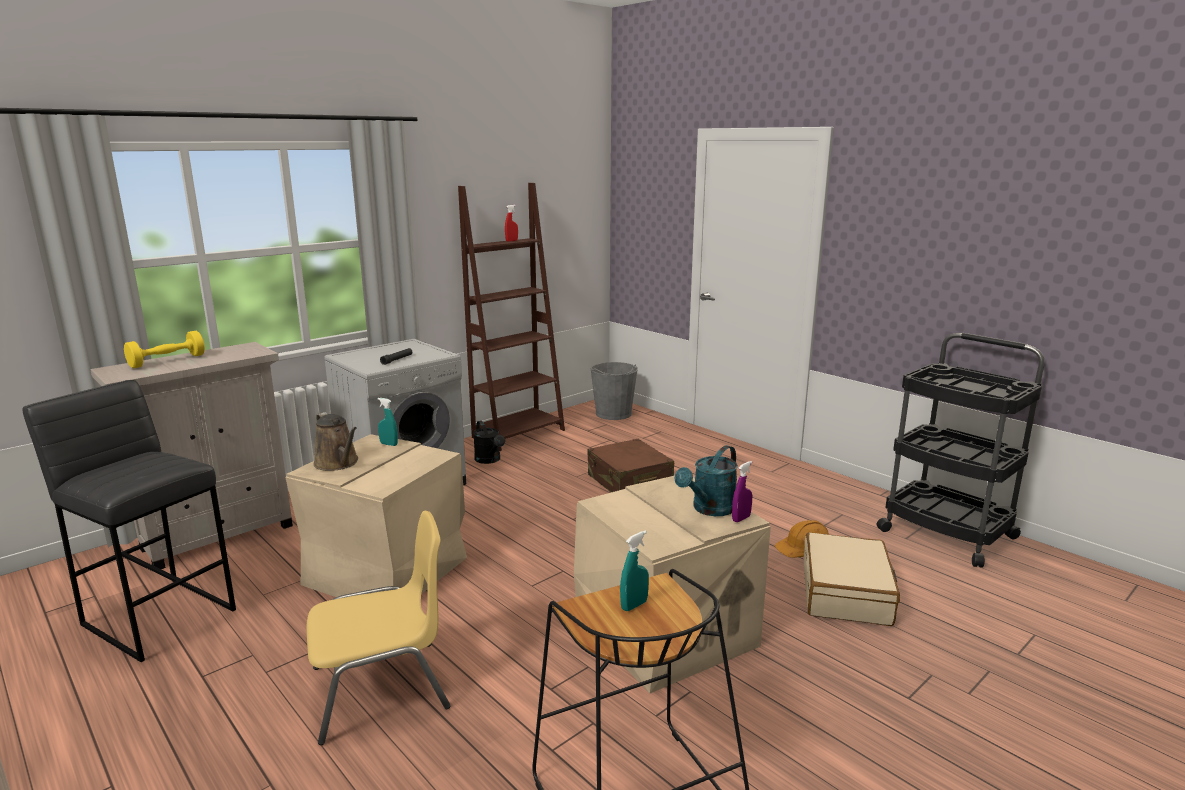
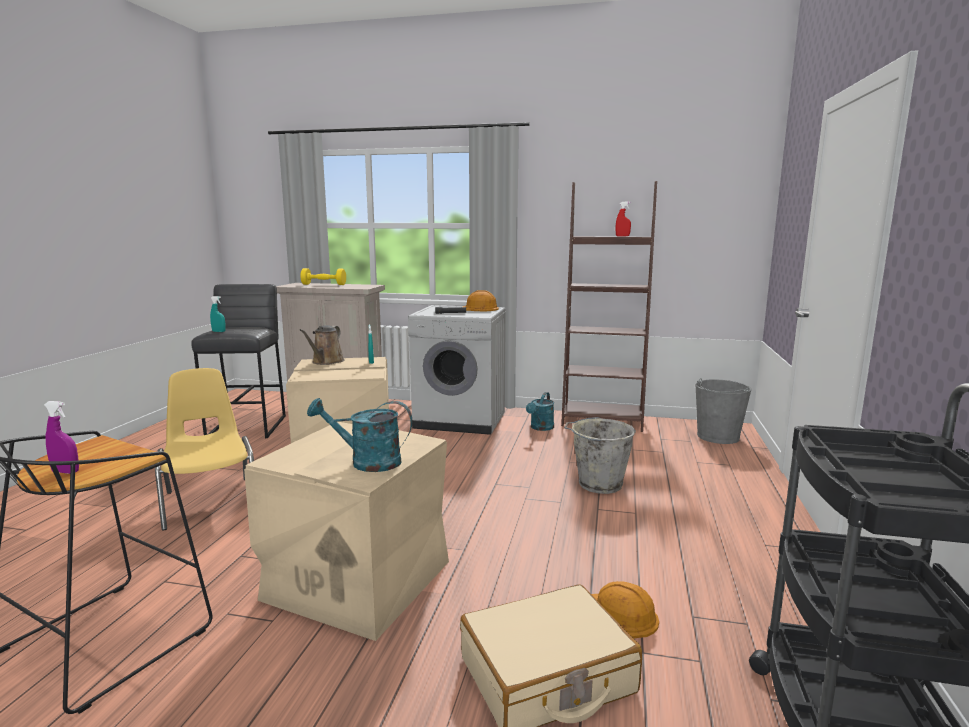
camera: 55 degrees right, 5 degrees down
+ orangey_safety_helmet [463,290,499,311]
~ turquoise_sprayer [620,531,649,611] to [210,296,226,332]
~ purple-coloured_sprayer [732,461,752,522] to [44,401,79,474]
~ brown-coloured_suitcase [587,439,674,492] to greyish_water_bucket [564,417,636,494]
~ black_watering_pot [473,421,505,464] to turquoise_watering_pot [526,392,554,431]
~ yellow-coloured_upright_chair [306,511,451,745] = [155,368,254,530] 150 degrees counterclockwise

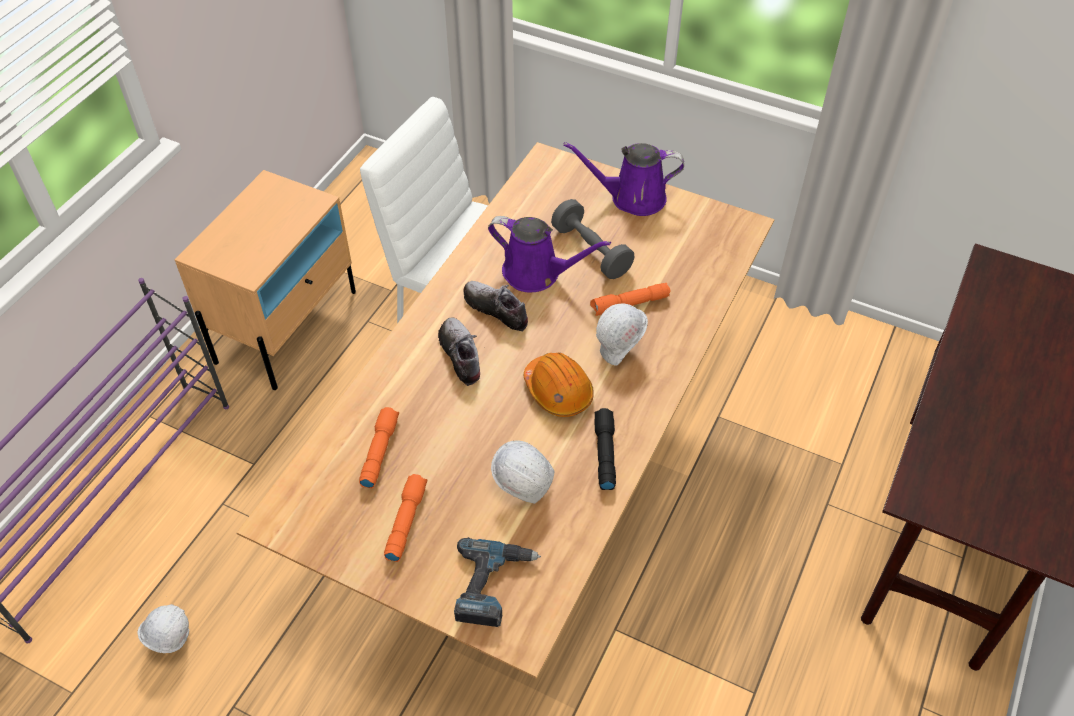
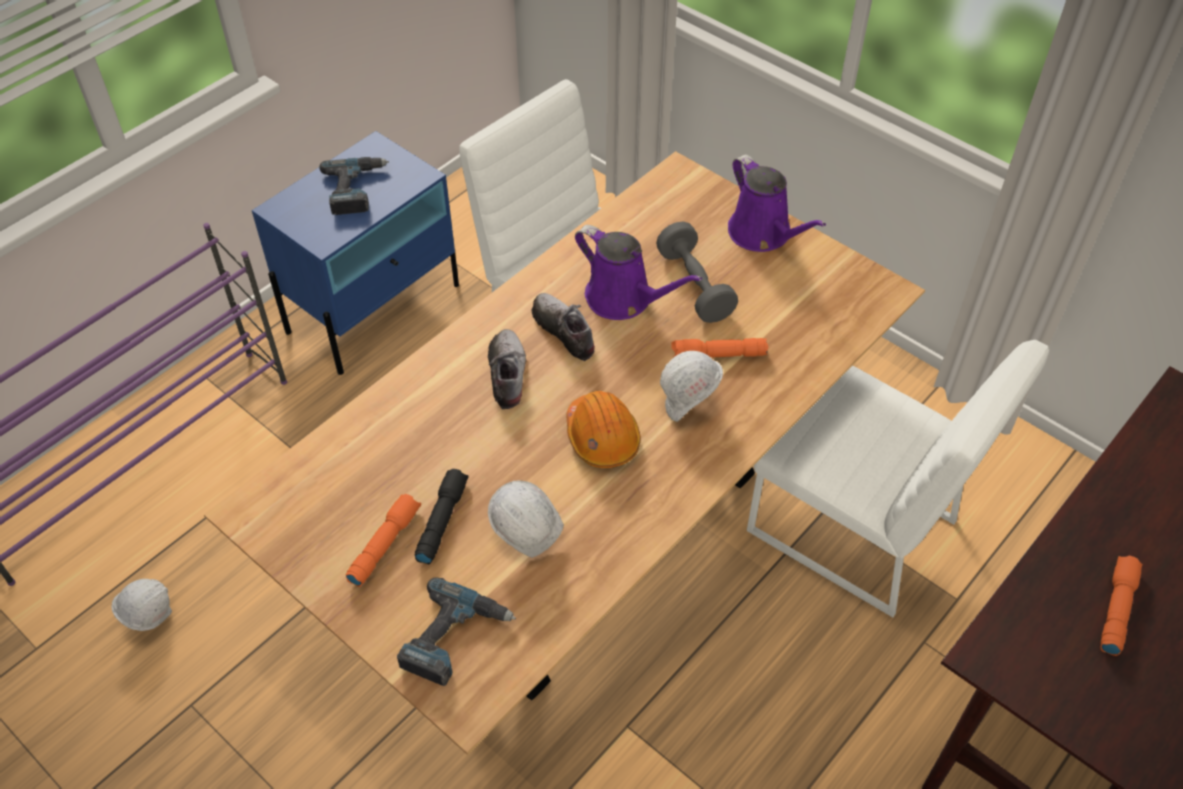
camera: 15 degrees right, 0 degrees up
+ electric_drill [319,157,389,215]
+ whitish_upright_chair [747,340,1049,617]
~ orangey_flashlight [359,407,399,488] to [1100,556,1142,656]
~ black_flashlight [594,408,616,490] to [415,469,468,564]
~ beige_nightstand [175,170,356,390] to bluish_nightstand [252,131,459,375]
~ purple-coloured_watering_pot [563,142,684,216] = [728,155,826,252] 135 degrees counterclockwise

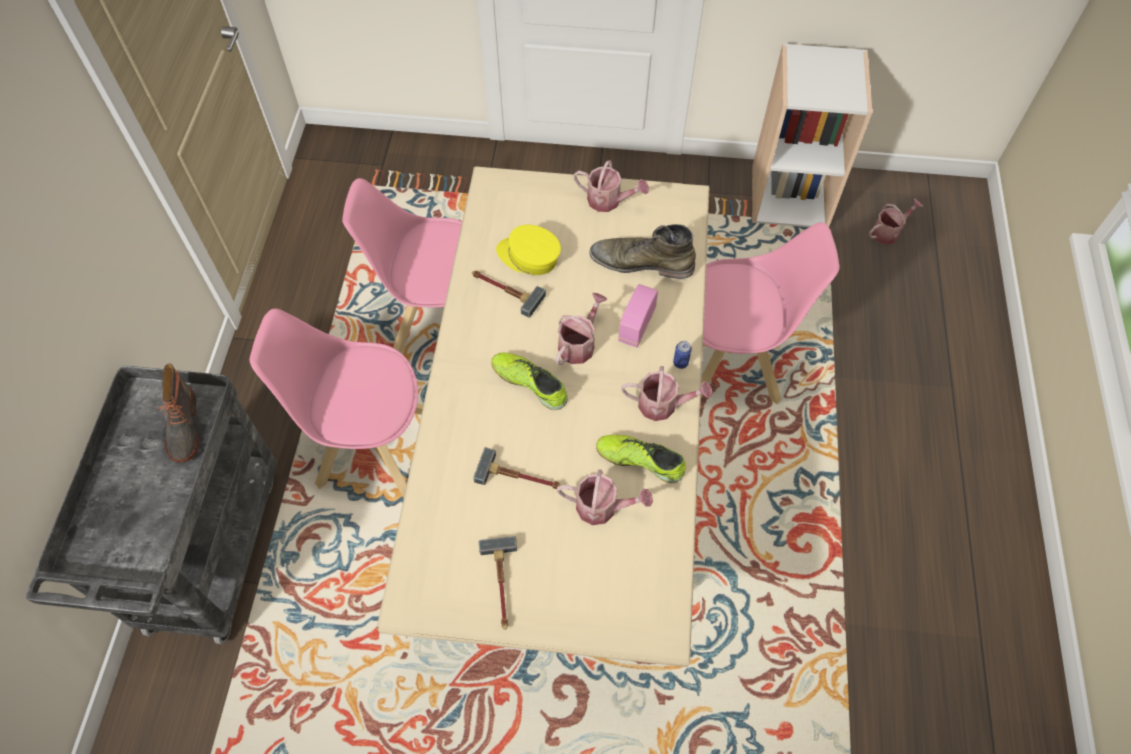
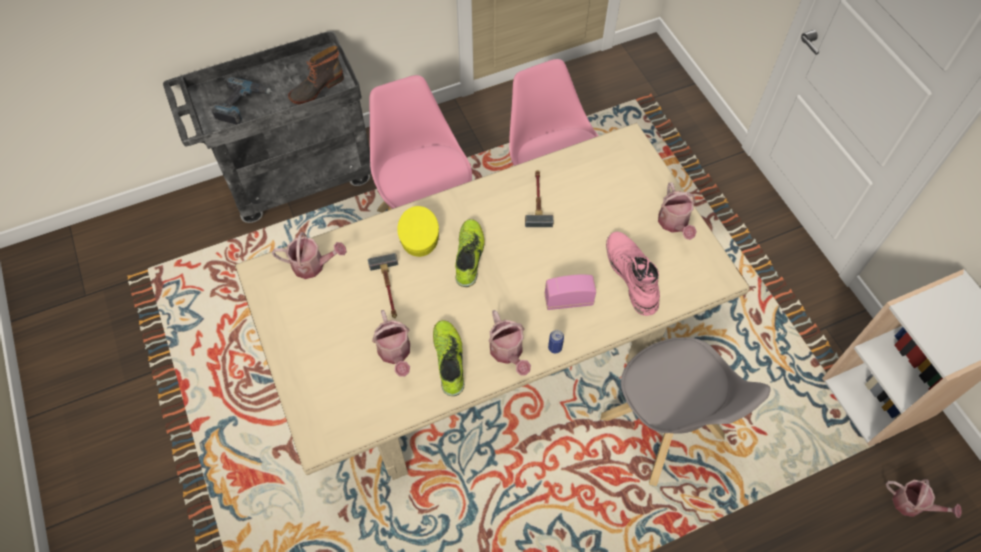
camera: 60 degrees right, 0 degrees up
- hand_hammer [479,536,517,630]
+ electric_drill [212,77,273,125]
~ yellow-coloured_baseball_cap [496,225,561,275] to [397,206,439,257]
~ watering_pot [556,293,607,365] to [272,232,347,279]
~ green_tall_boot [590,224,696,279] to pink_tall_boot [606,232,660,316]
~ pink_upright_chair [701,222,840,404] to greyish_upright_chair [600,337,771,486]

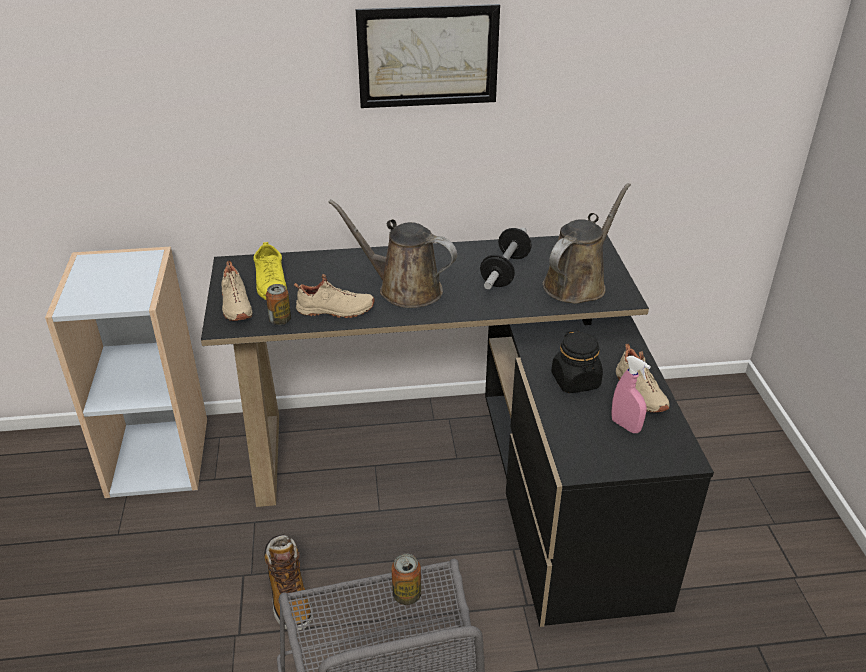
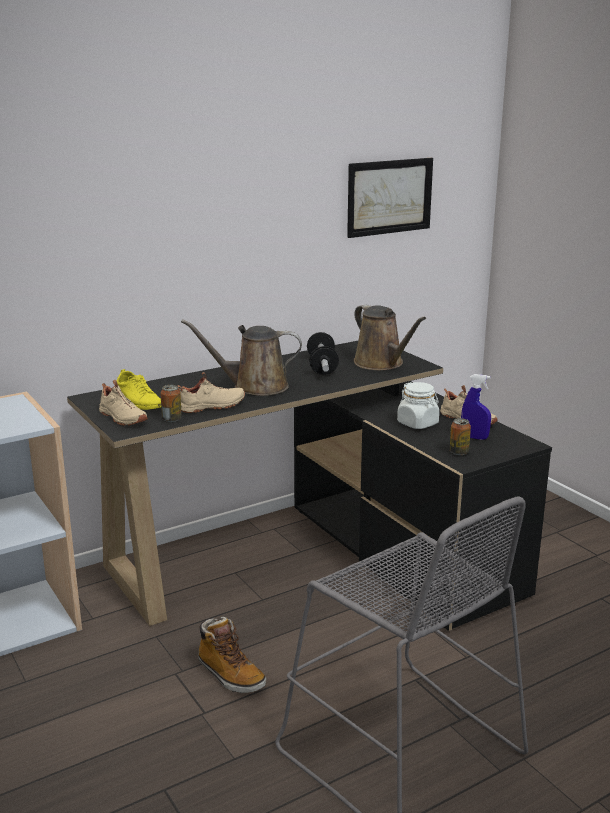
camera: 25 degrees left, 15 degrees down
~ wall_art [356,4,500,108] to [347,158,433,238]
~ sealed_can [391,554,421,605] to [450,418,471,455]
~ black_storage_jar [551,330,603,393] to whitish_storage_jar [397,382,439,429]
~ pink_sprayer [611,356,651,433] to bluish_sprayer [461,374,491,440]
~ brown-coloured_watering_pot [543,183,631,303] = [354,304,426,370] 135 degrees clockwise

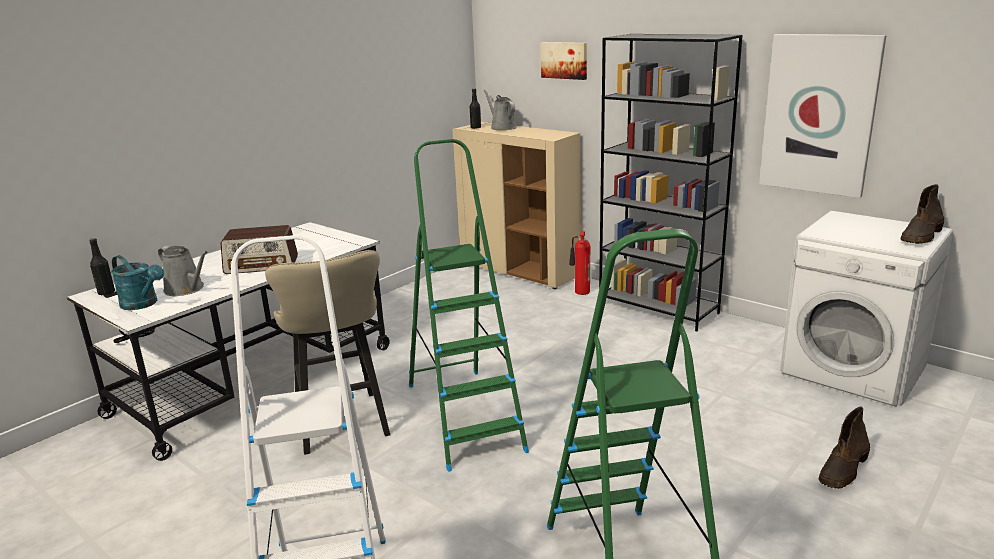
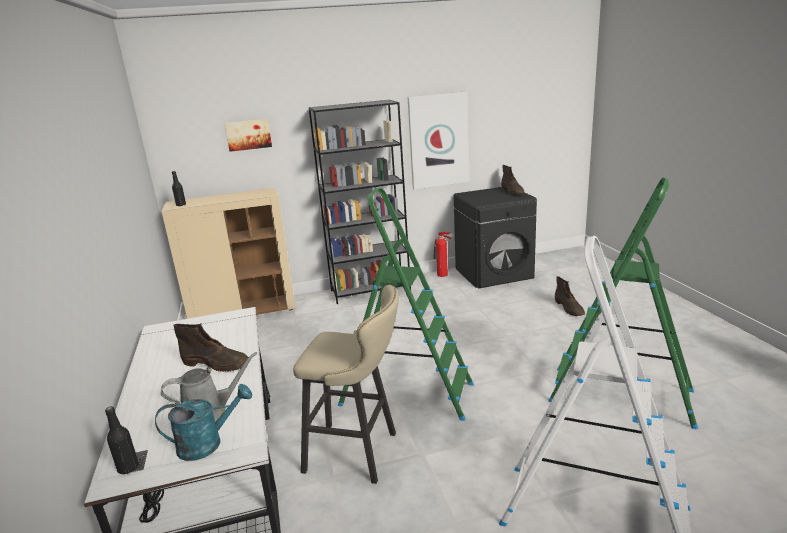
camera: 55 degrees left, 0 degrees up
- greyish_watering_pot [484,90,517,130]
~ extinguisher [569,231,590,295] to [433,232,451,277]
~ radio [221,225,298,274] to brown-coloured_tall_boot [173,323,248,372]
~ whitish_laundry_machine [780,211,953,407] to black_laundry_machine [454,187,537,288]

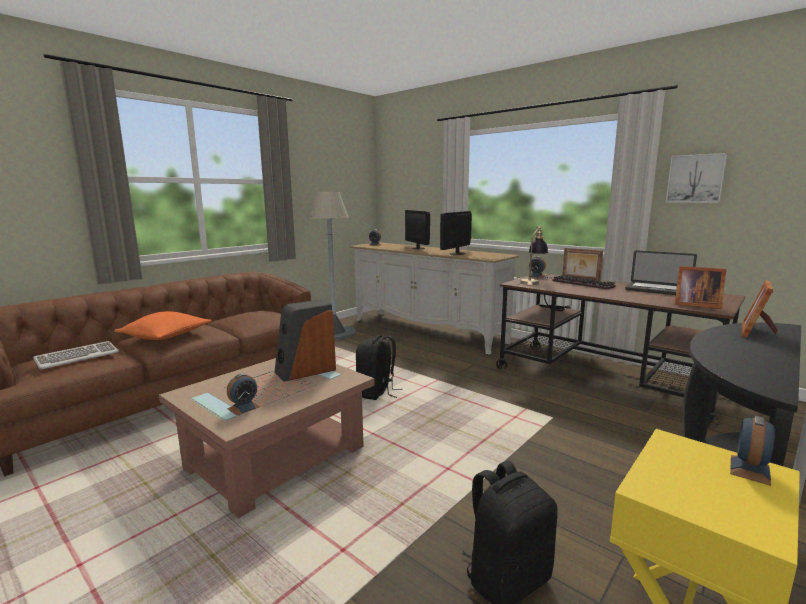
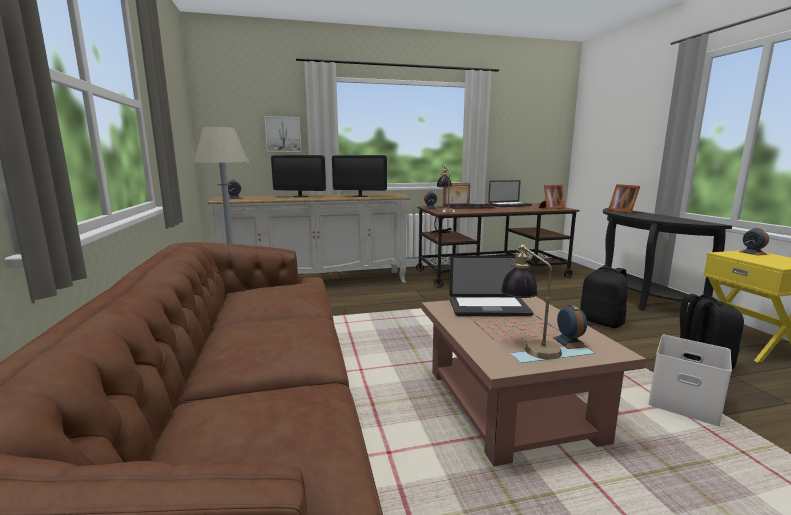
camera: 55 degrees left, 0 degrees up
- computer_keyboard [33,341,119,370]
- orangey_cushion [114,311,212,340]
+ table_lamp [501,244,562,360]
+ whitish_storage_box [649,335,732,426]
~ black_rucksack [356,335,403,400] to [580,265,628,328]
~ wall_art [666,153,728,203] to [264,116,302,152]
~ speaker [274,299,336,382] to laptop [449,256,533,316]
~ computer_display [440,211,472,255] = [332,155,387,197] 60 degrees counterclockwise

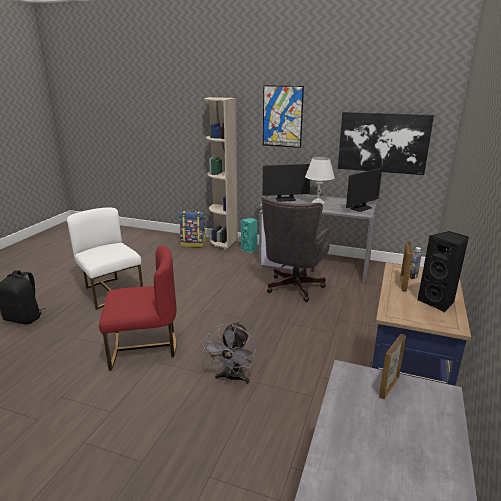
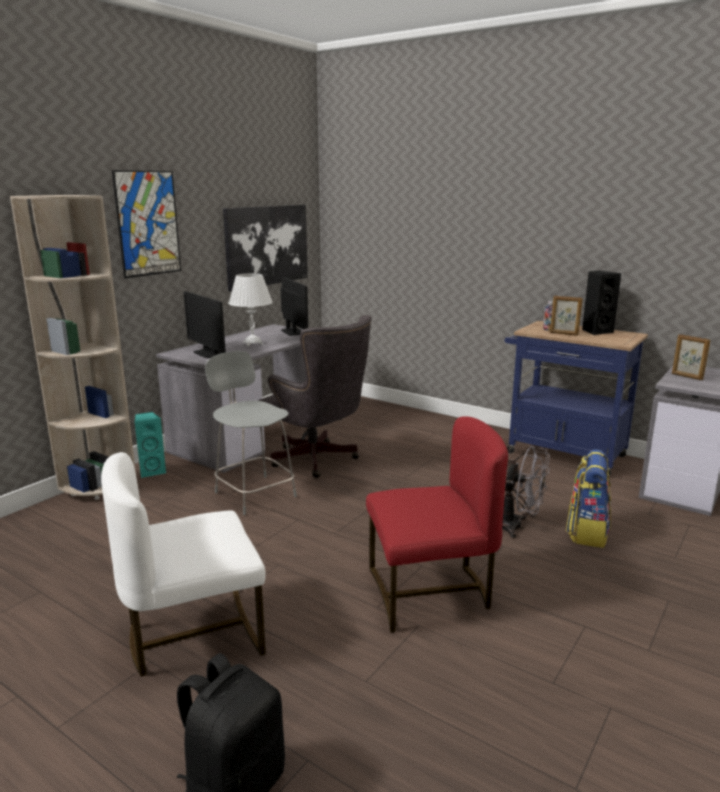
camera: 75 degrees left, 5 degrees down
+ greyish_upright_chair [205,351,297,515]
~ rucksack [179,210,206,247] to [566,449,611,548]
~ red_upright_chair [99,246,176,371] = [366,416,508,633] 75 degrees clockwise
~ computer_display [263,164,310,202] = [184,291,226,358] 135 degrees clockwise

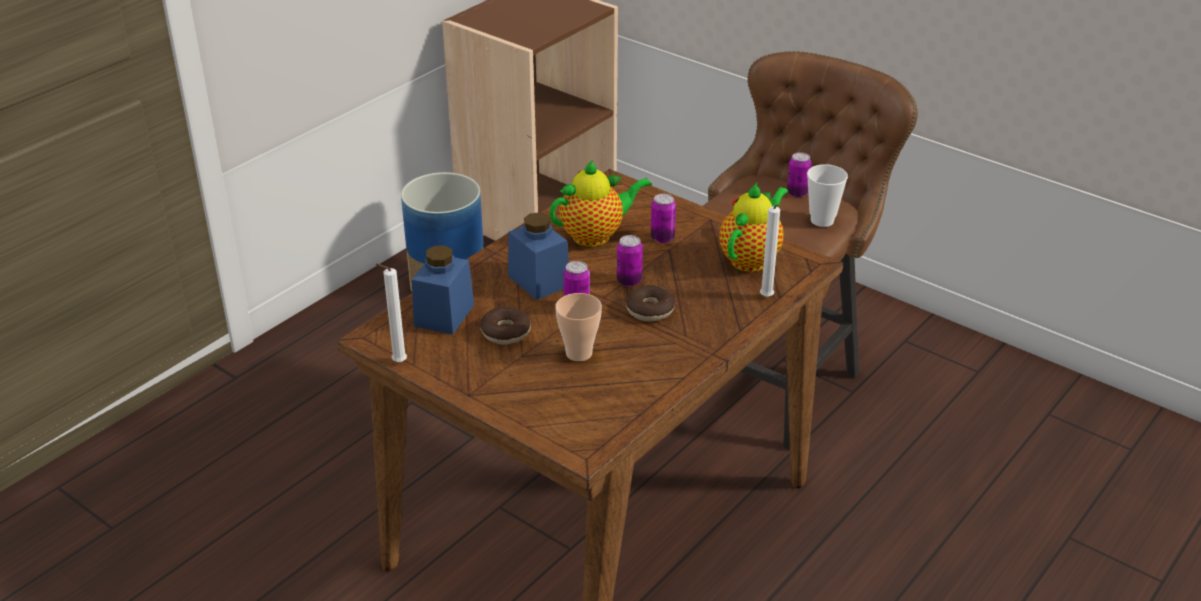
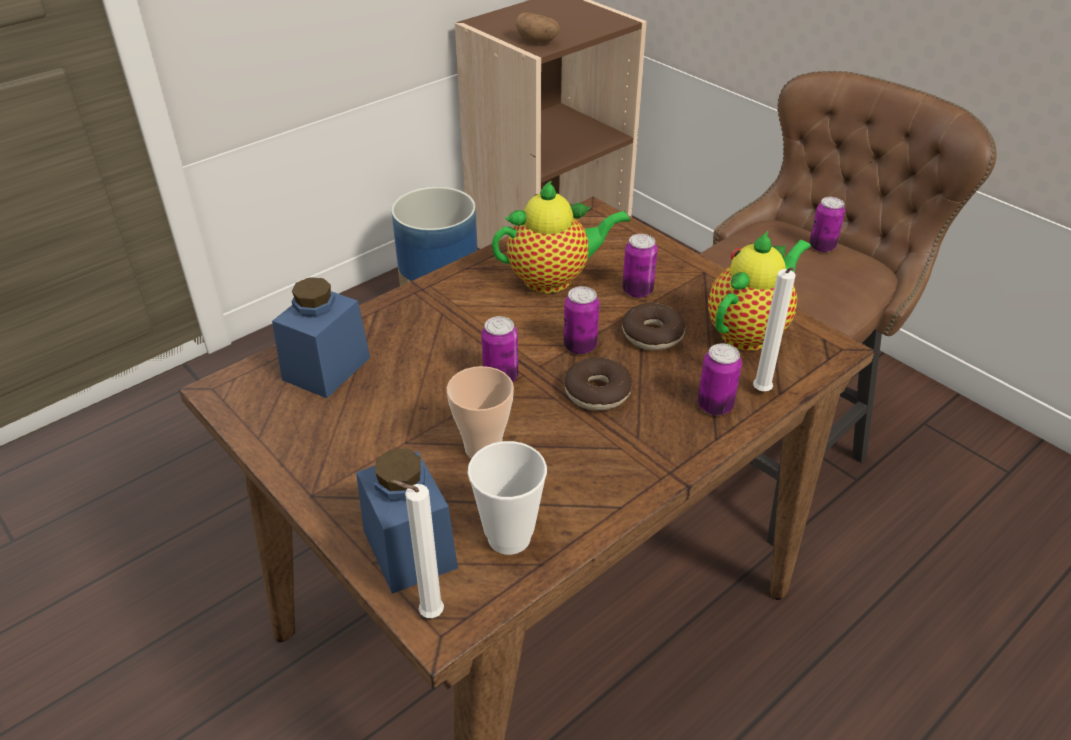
camera: 10 degrees right, 5 degrees up
+ whole_potato [515,13,560,44]
+ sealed_can [698,344,742,415]
~ whitish_wax_light [376,264,407,362] to [390,480,444,618]
~ doughnut [480,306,531,344] to [622,303,685,350]
~ bluish_storage_jar [508,212,569,300] to [356,449,458,594]
~ cup [807,164,848,227] to [468,441,547,555]

